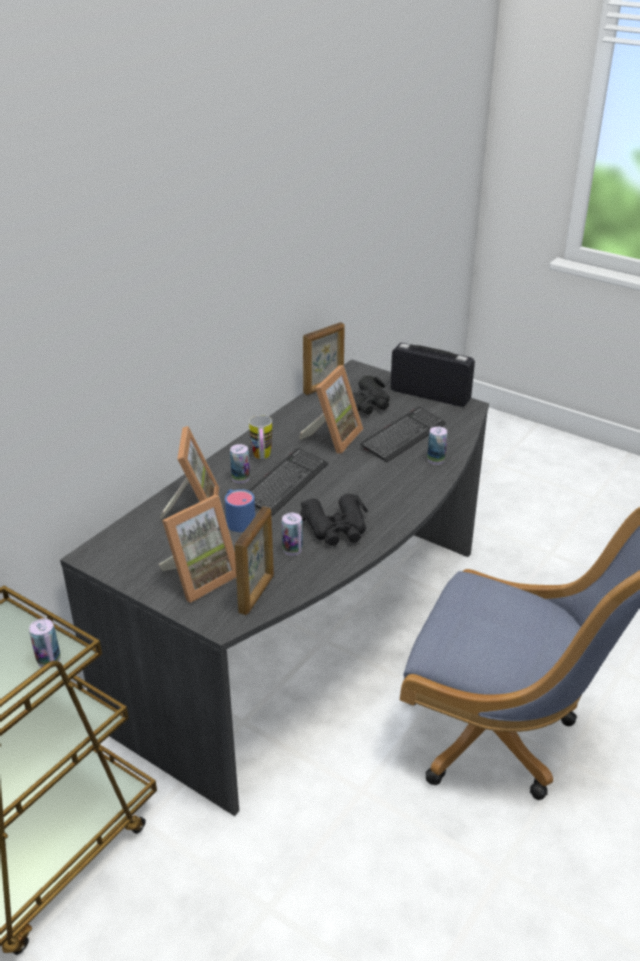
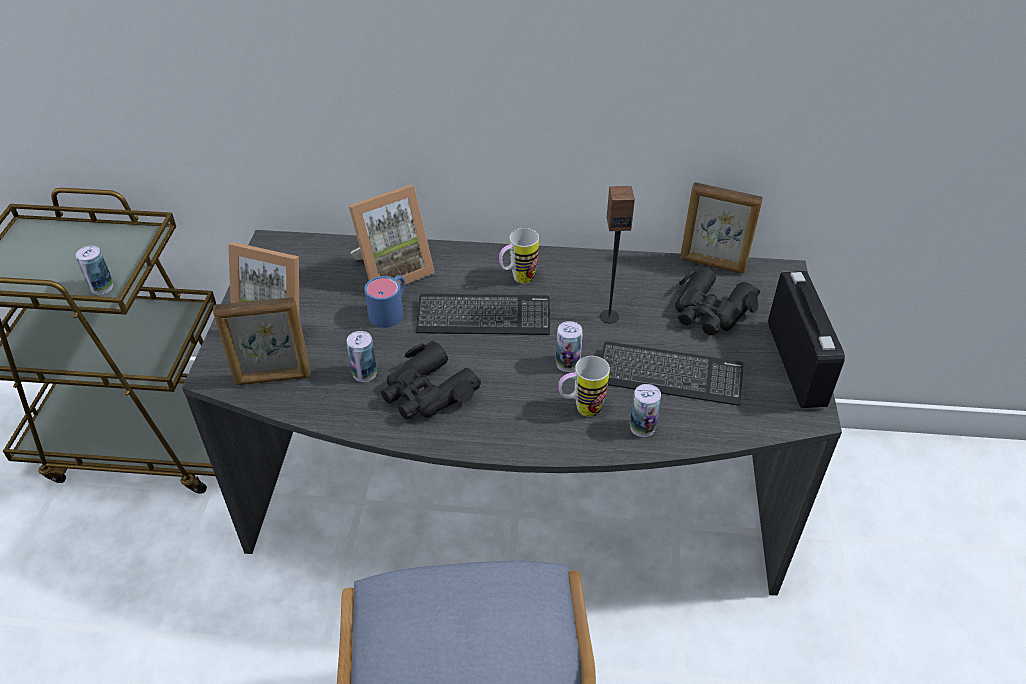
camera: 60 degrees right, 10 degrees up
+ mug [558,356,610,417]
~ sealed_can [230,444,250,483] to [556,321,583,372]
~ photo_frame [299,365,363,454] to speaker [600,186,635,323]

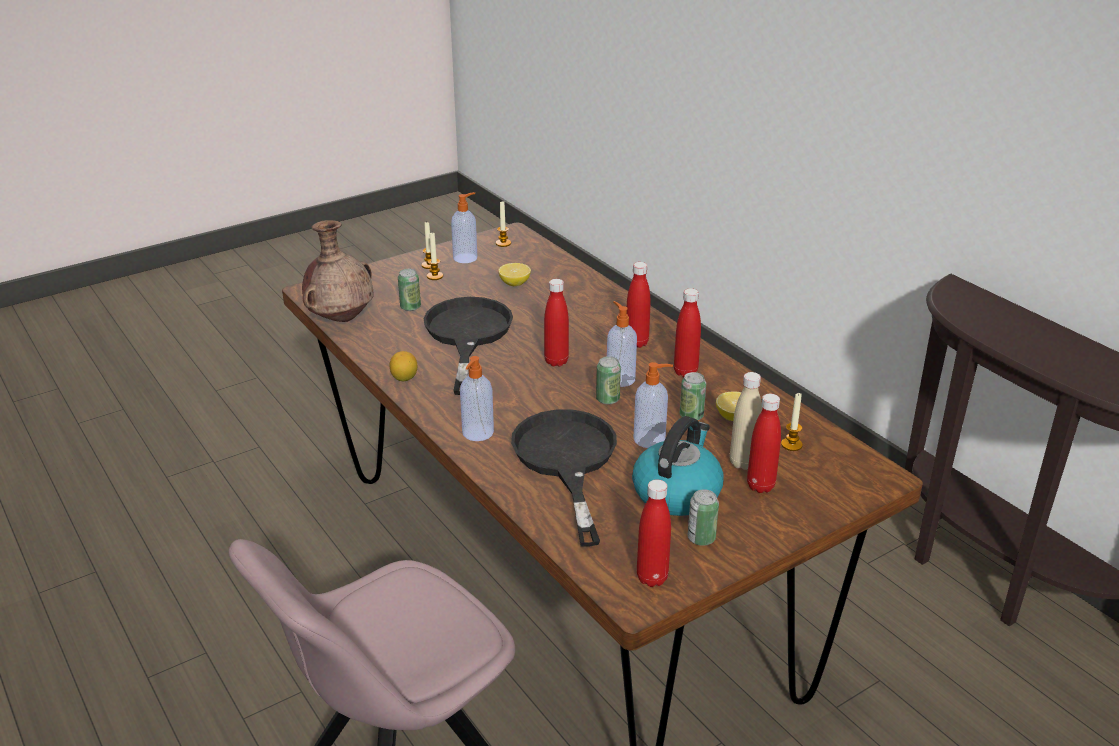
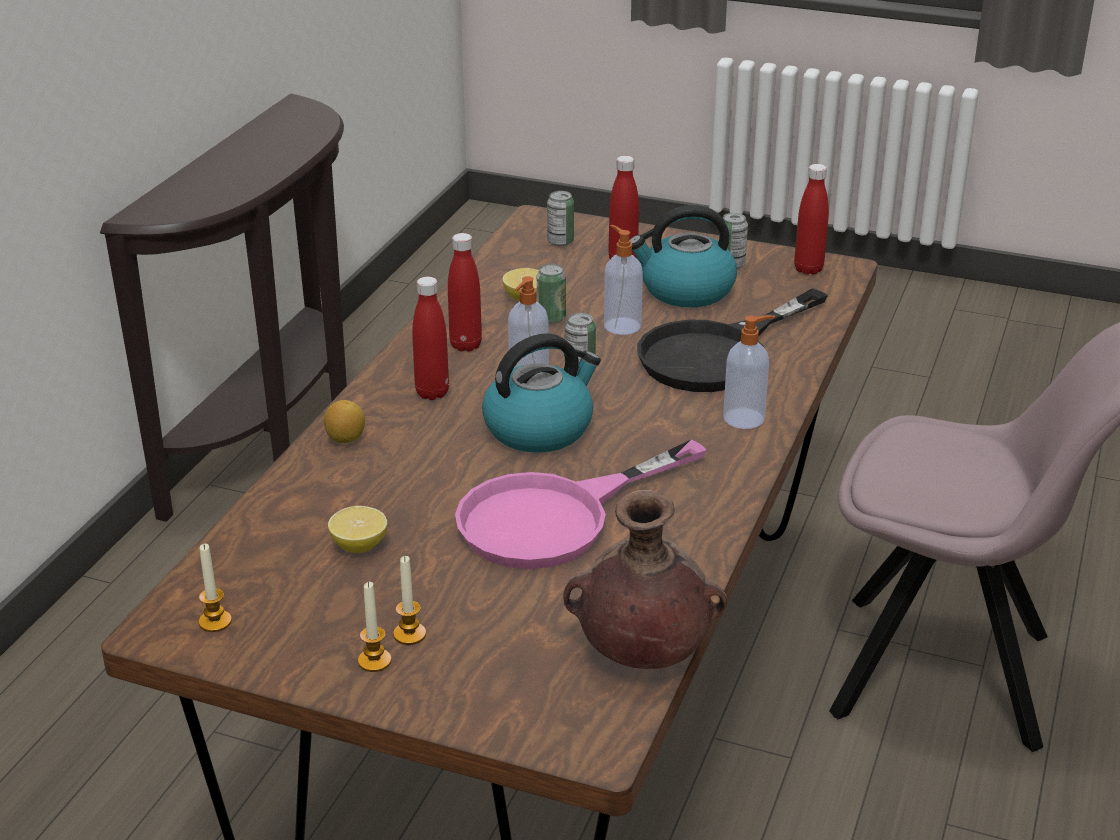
camera: 125 degrees left, 0 degrees up
- liquid_soap_bottle [451,192,477,263]
- beige_beverage_bottle [730,372,762,470]
- wax_light [781,393,803,451]
~ whole_lemon [390,351,418,381] to [324,400,365,443]
~ sealed_can [398,269,421,311] to [547,191,574,246]
~ red_beverage_bottle [544,279,569,366] to tea_kettle [482,333,601,453]
~ black_skillet [423,297,513,395] to pink_skillet [455,439,706,569]

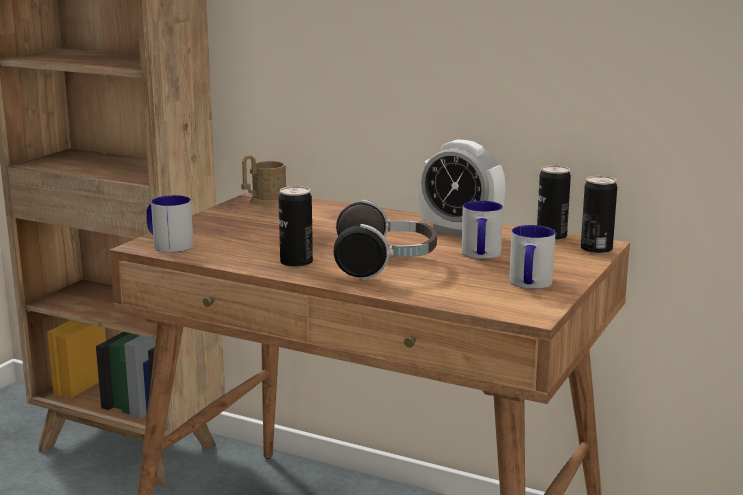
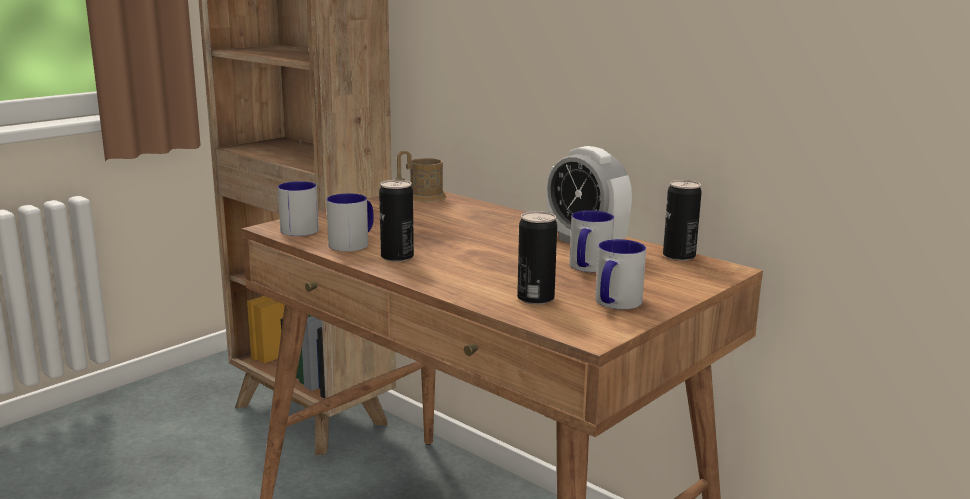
camera: 15 degrees right, 0 degrees up
- headphones [334,200,437,280]
+ mug [326,193,374,252]
~ sealed_can [581,176,617,254] to [517,211,557,305]

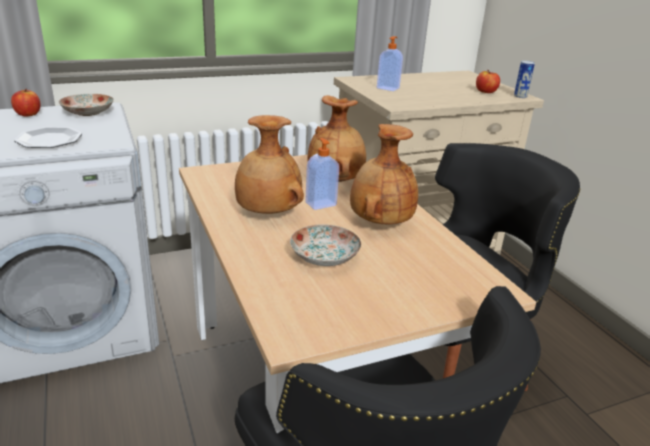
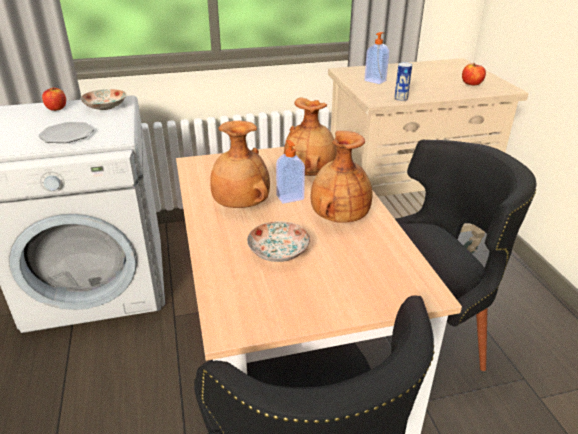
camera: 10 degrees right, 5 degrees up
~ sealed_can [514,61,535,98] to [394,62,412,101]

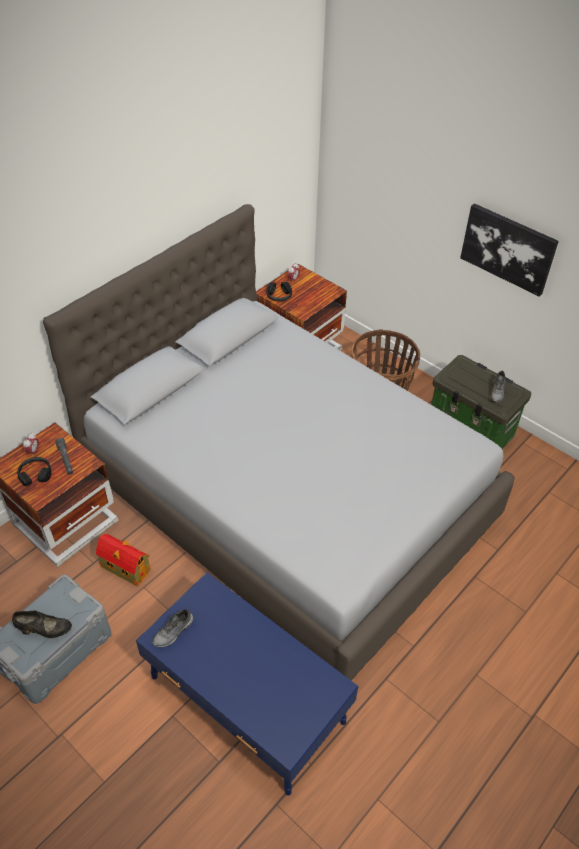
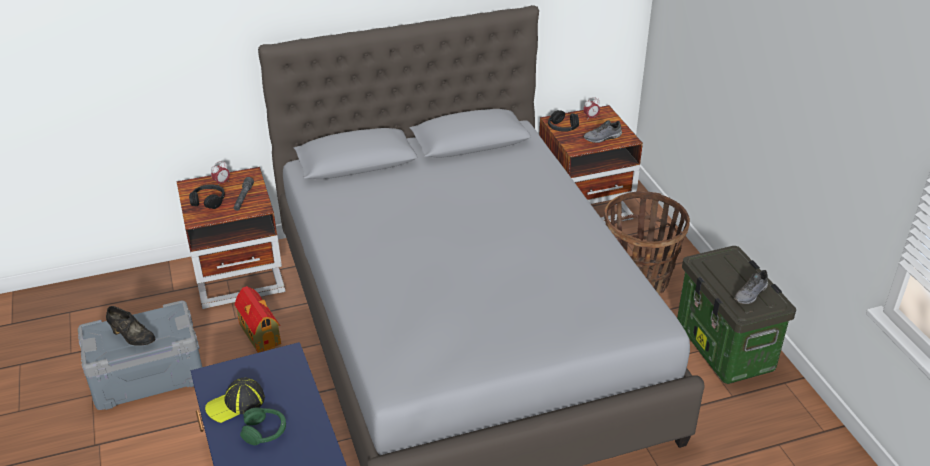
camera: 30 degrees right, 10 degrees down
- wall_art [460,203,559,297]
+ baseball_cap [205,378,265,423]
+ green_headphones [240,407,286,445]
~ greyish_item_of_footwear [152,609,193,647] to [583,120,622,143]

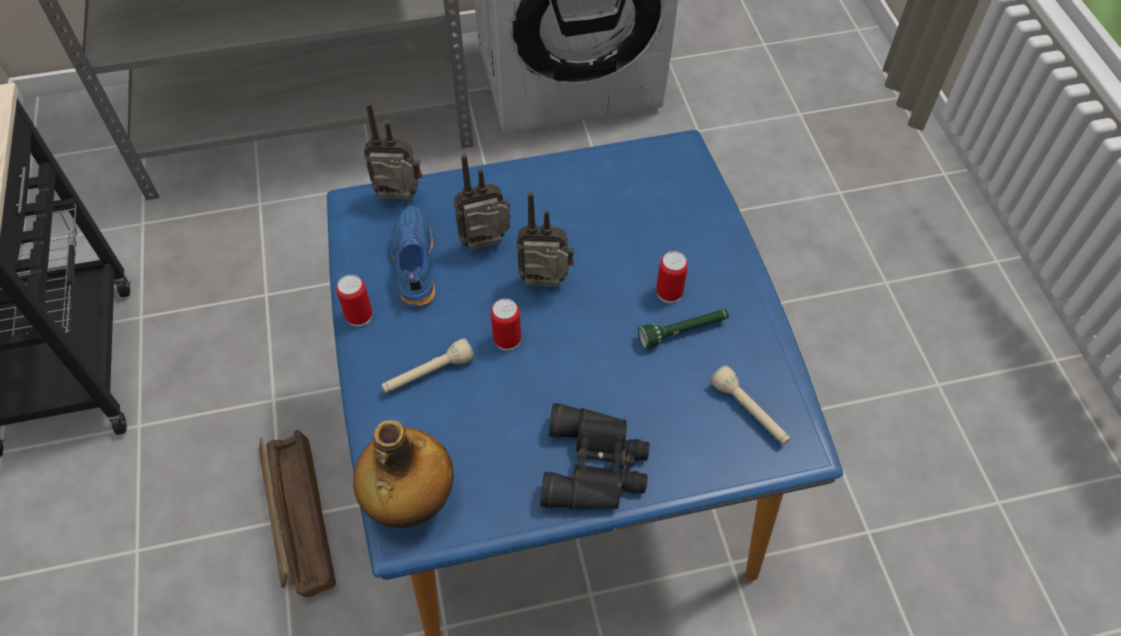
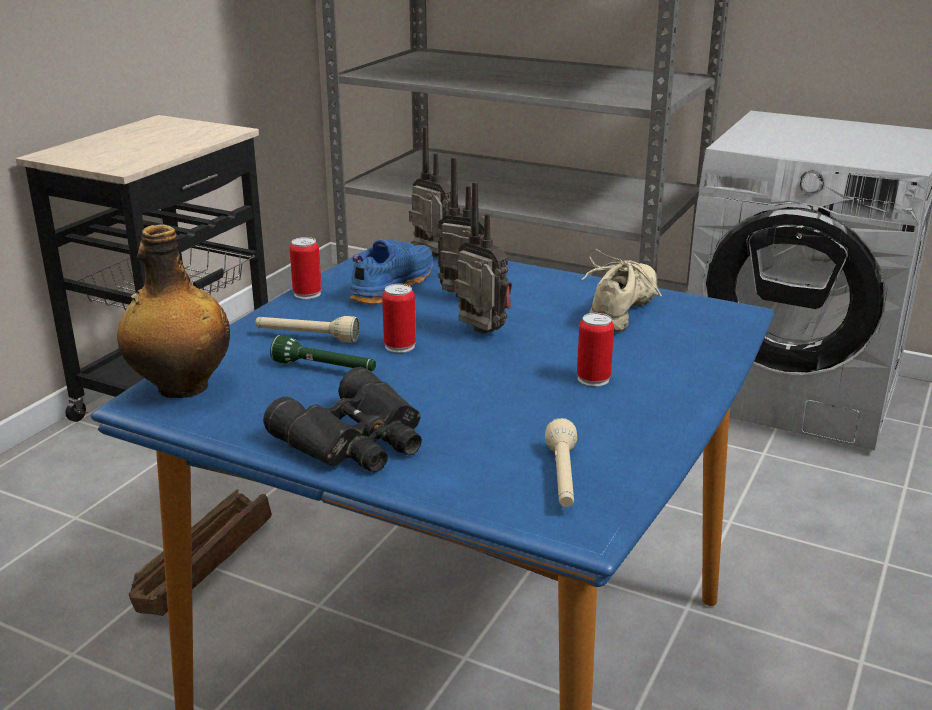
camera: 40 degrees right, 30 degrees down
+ beige_item_of_footwear [582,249,662,332]
~ green_flashlight [638,309,729,349] to [270,335,376,371]

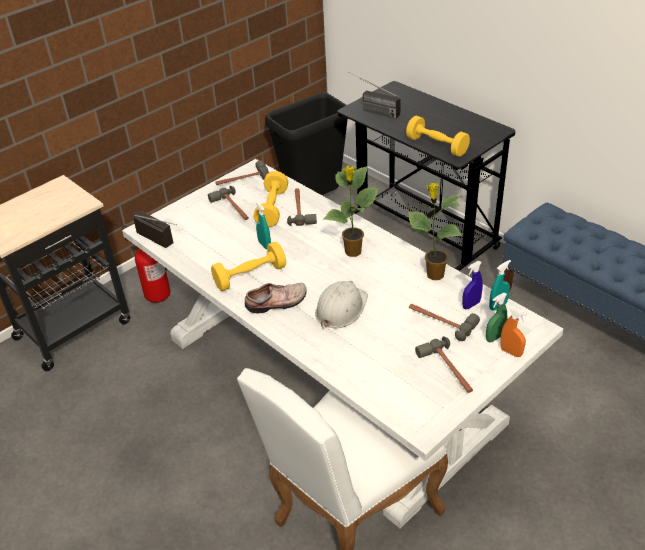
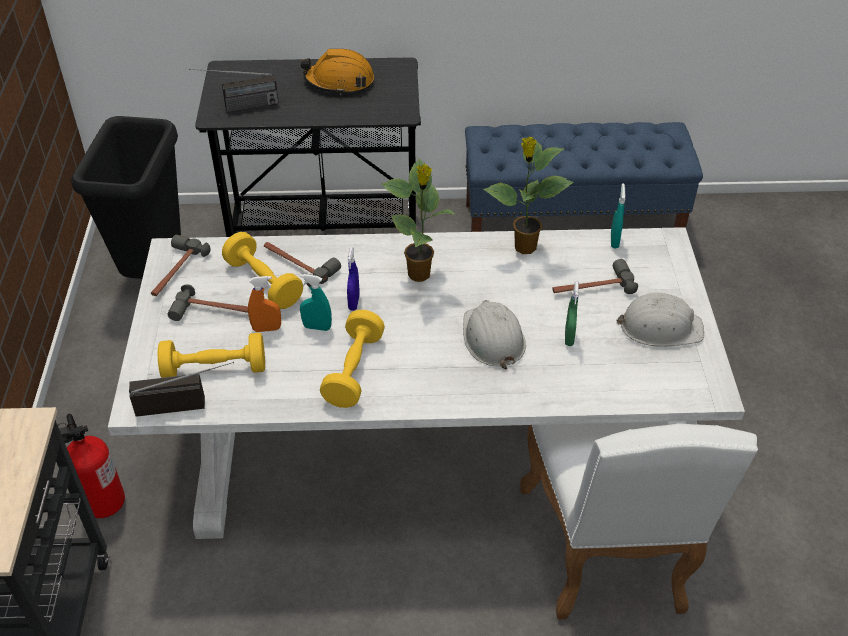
camera: 50 degrees left, 5 degrees up
- item_of_footwear [245,283,306,313]
+ orangey_safety_helmet [300,49,374,95]
~ yellow-coloured_hand_weight [406,116,470,157] to [158,333,265,378]
~ bluish_sprayer [462,261,483,309] to [347,247,360,311]
~ green_sprayer [486,293,507,342] to [565,282,579,346]
~ orangey_sprayer [501,307,527,357] to [248,276,281,332]
~ hand_hammer [415,336,473,393] to whitish_safety_helmet [616,293,704,347]

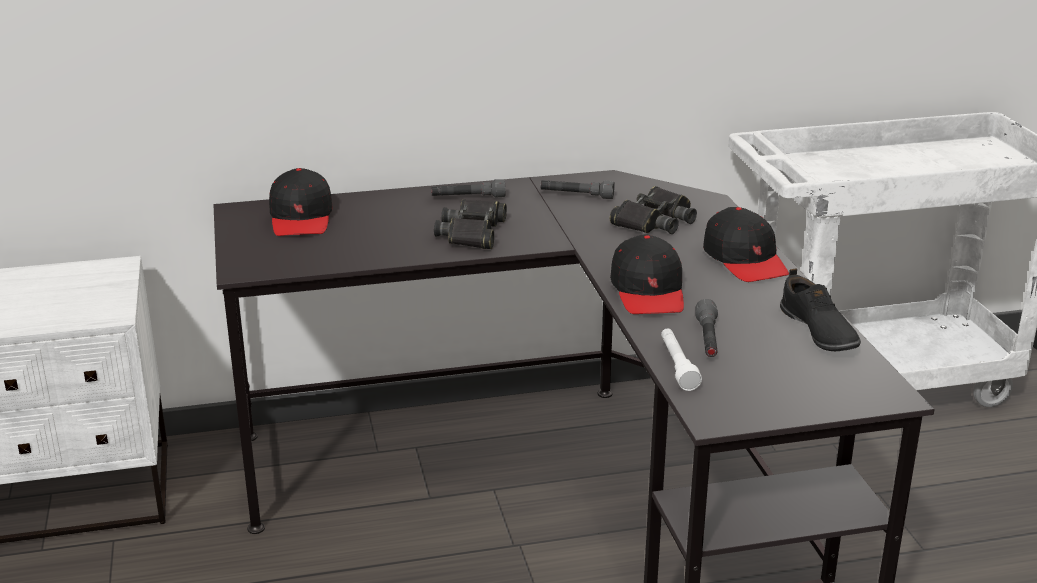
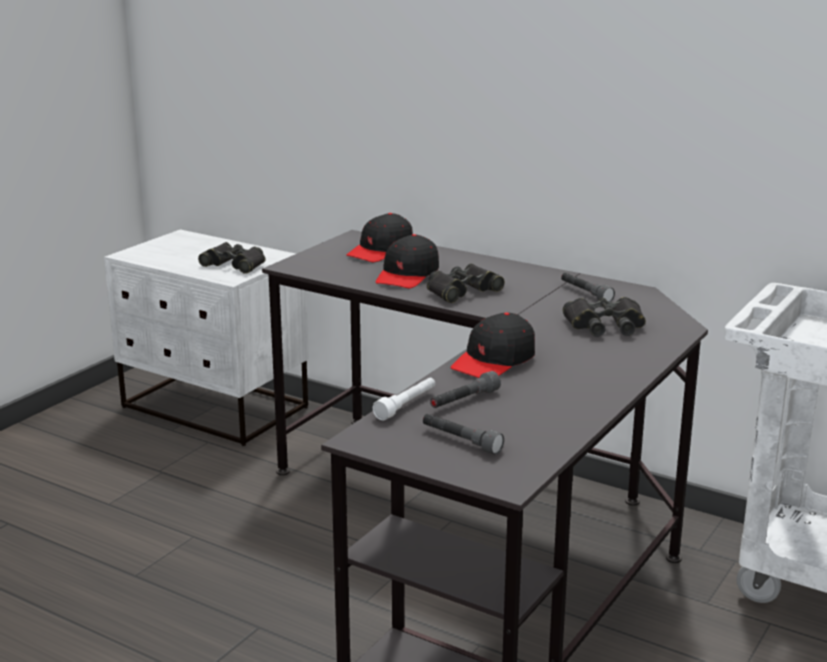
camera: 45 degrees right, 5 degrees down
- black_item_of_footwear [780,268,861,351]
+ black_pair_of_binoculars [198,242,265,274]
~ greyish_flashlight [431,179,506,198] to [423,414,504,454]
~ black_baseball_cap [703,207,789,282] to [375,234,439,288]

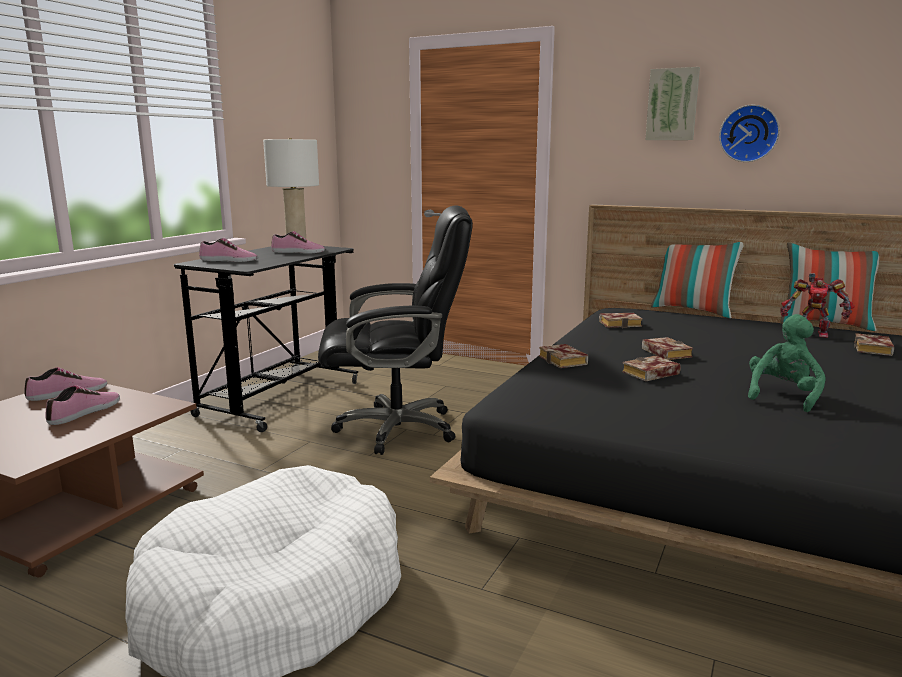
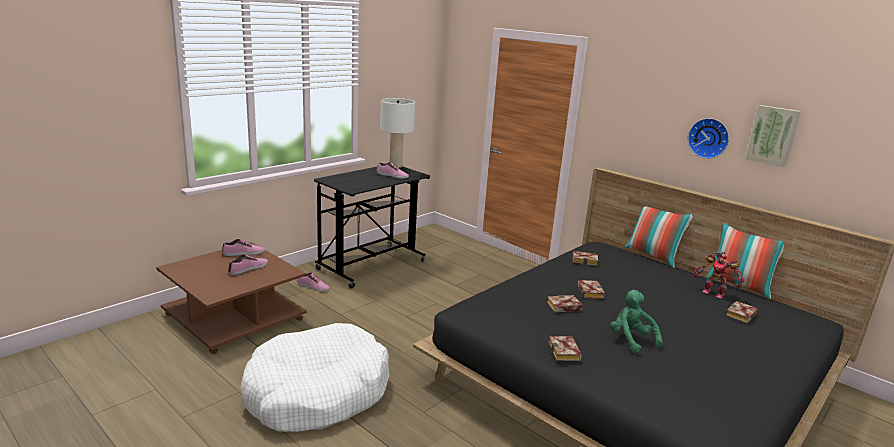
camera: 15 degrees right, 5 degrees up
- black_office_chair [318,206,473,455]
~ item_of_footwear [199,238,258,262] to [297,273,330,292]
~ book [539,344,588,368] to [548,336,582,361]
~ wall_art [645,67,700,140] to [745,105,801,167]
~ green_cuddly_toy [748,314,826,412] = [610,290,663,353] 75 degrees counterclockwise

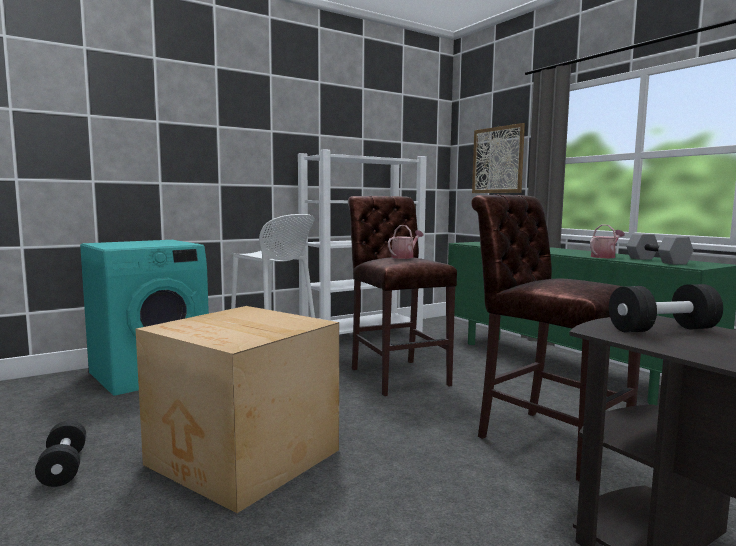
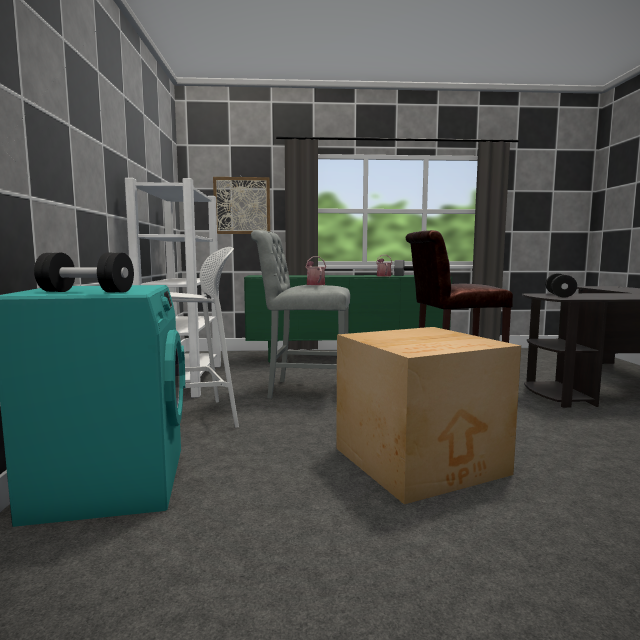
camera: 60 degrees left, 0 degrees up
~ black_hand_weight [35,421,86,487] to [34,253,134,292]
~ brown-coloured_stool_seat [348,196,457,396] to greyish_stool_seat [251,230,350,399]

